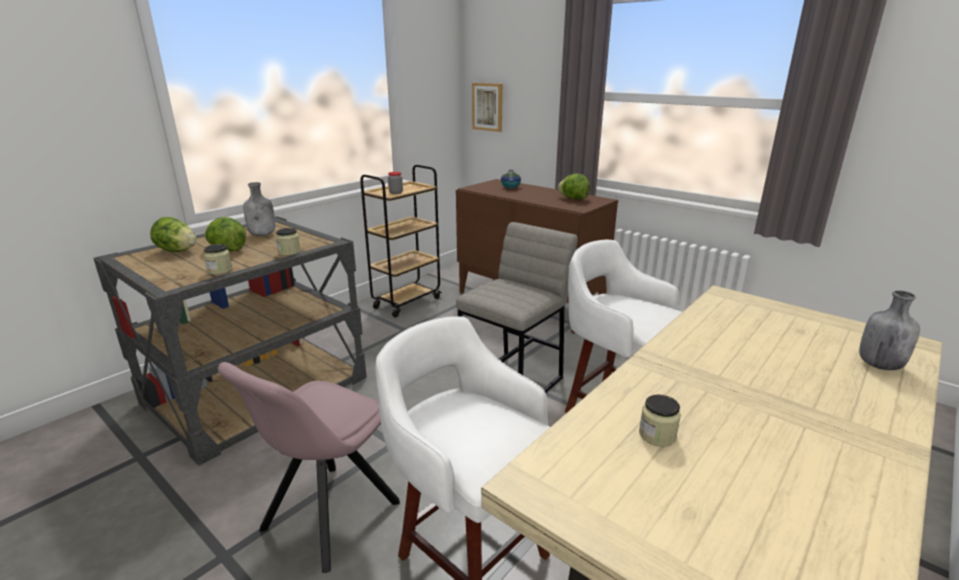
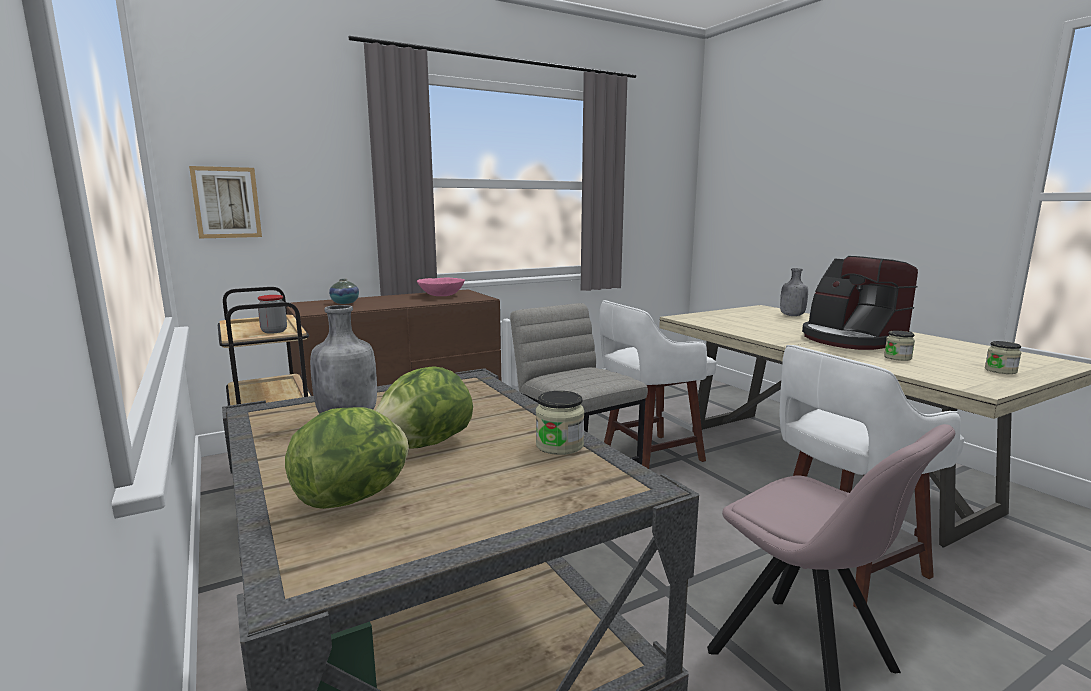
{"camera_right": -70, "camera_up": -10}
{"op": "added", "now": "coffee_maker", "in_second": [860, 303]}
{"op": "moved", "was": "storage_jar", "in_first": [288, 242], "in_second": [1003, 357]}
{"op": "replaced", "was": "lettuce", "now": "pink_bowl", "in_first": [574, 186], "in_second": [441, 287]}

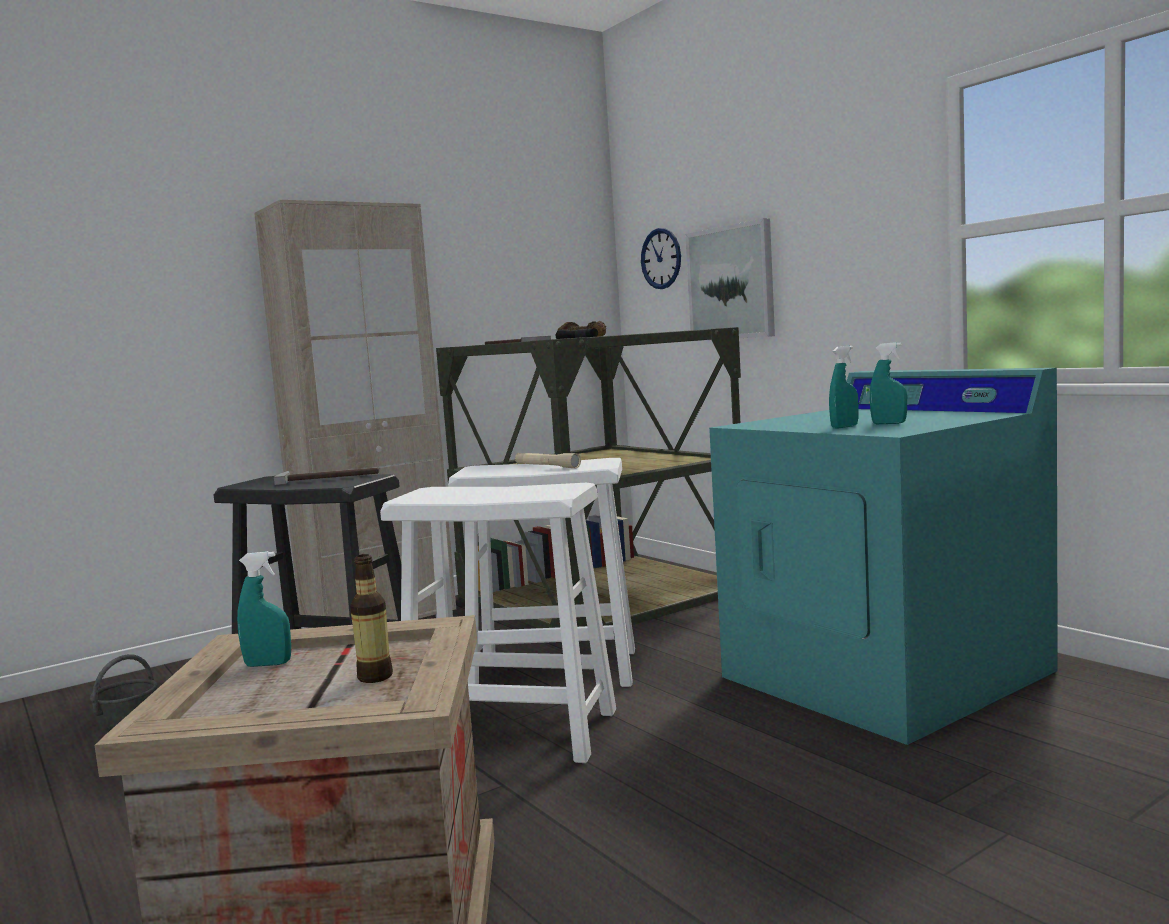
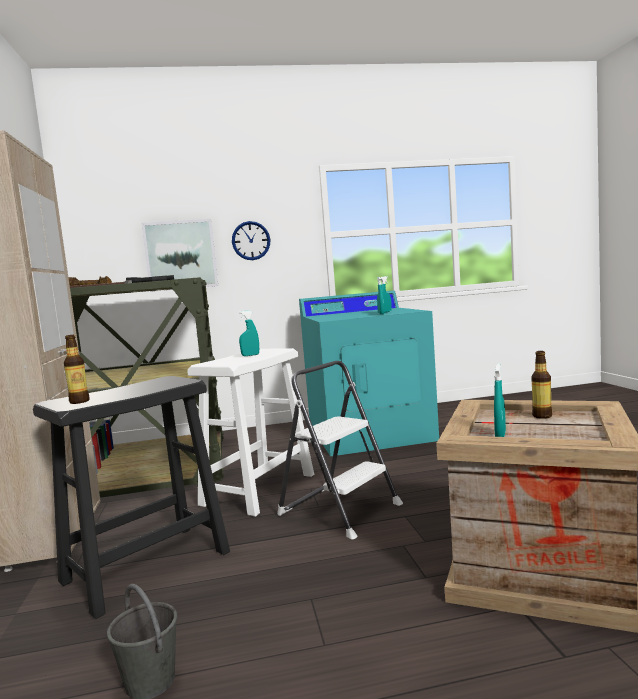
{"camera_right": -65, "camera_up": 0}
{"op": "removed", "was": "tool_hammer", "in_first": [326, 476]}
{"op": "added", "now": "bottle", "in_second": [77, 369]}
{"op": "moved", "was": "hanging_clock", "in_first": [661, 258], "in_second": [251, 240]}
{"op": "replaced", "was": "whitish_sitting_stool", "now": "whitish_stepladder", "in_first": [498, 623], "in_second": [340, 450]}
{"op": "replaced", "was": "beige_flashlight", "now": "turquoise_hand_sprayer", "in_first": [548, 460], "in_second": [249, 333]}

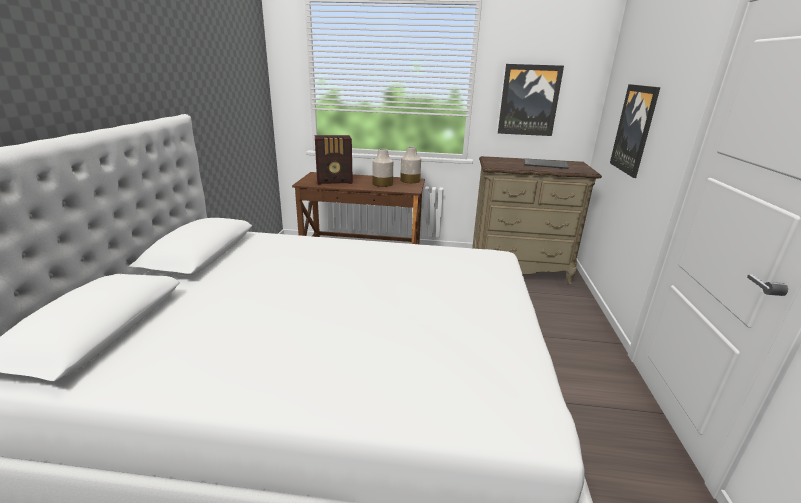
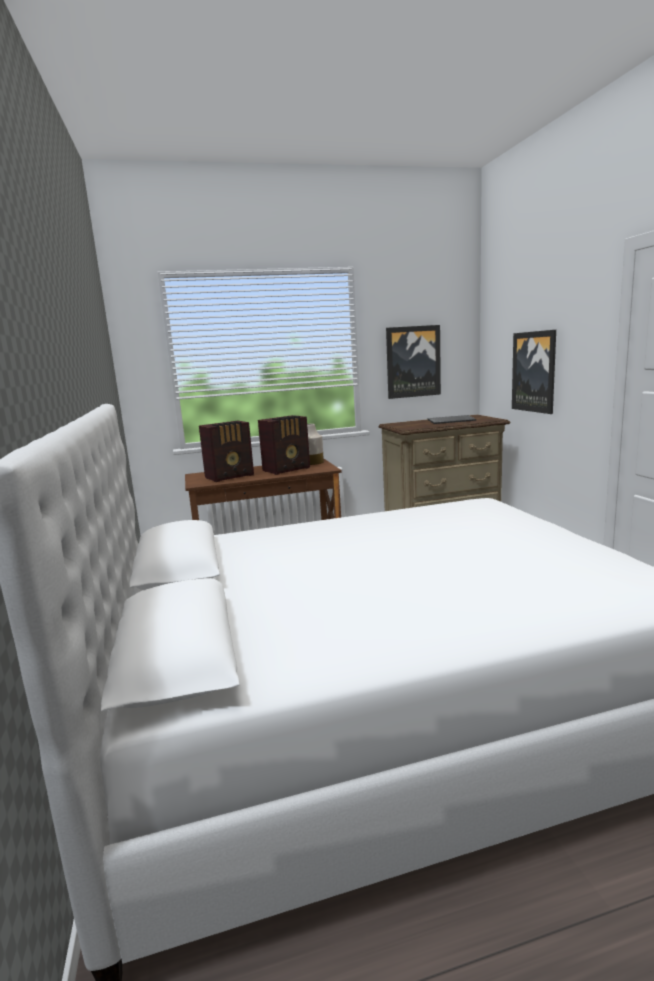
{"camera_right": -20, "camera_up": -10}
{"op": "replaced", "was": "beige_decorative_vase", "now": "radio_set", "in_first": [382, 168], "in_second": [284, 445]}

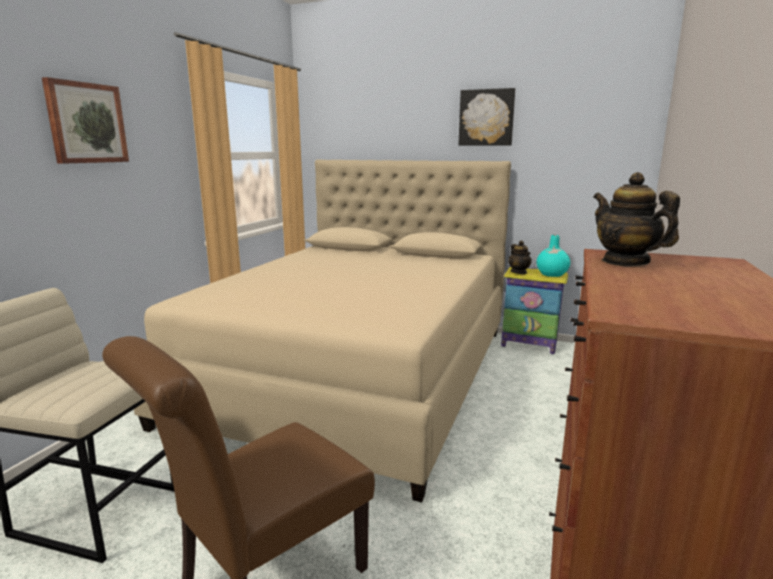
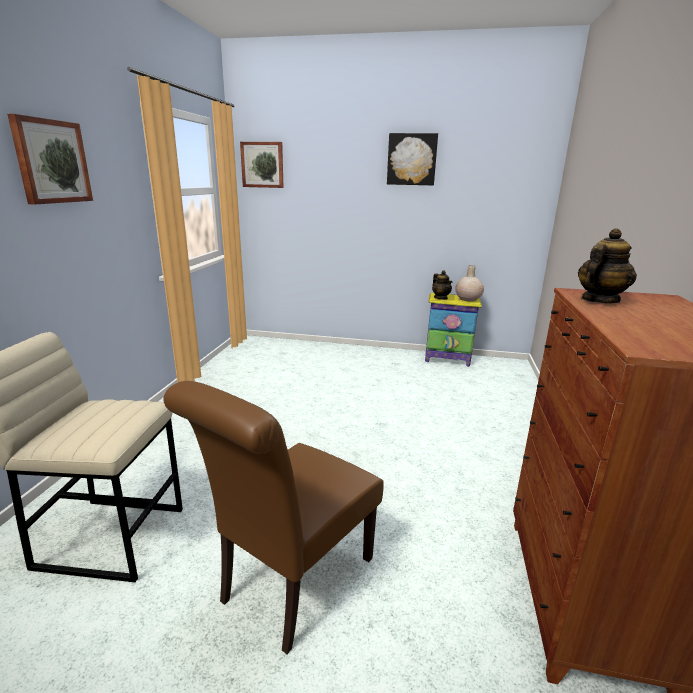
{"camera_right": -10, "camera_up": 5}
{"op": "removed", "was": "beige_bed", "in_first": [322, 330]}
{"op": "added", "now": "picture", "in_second": [262, 165]}
{"op": "recoloured", "was": "turquoise_decorative_vase", "now": "beige_decorative_vase", "in_first": [553, 256], "in_second": [469, 283]}
{"op": "turned", "was": "pot_for_tea", "in_first": [636, 219], "in_second": [607, 266], "clockwise": 90}

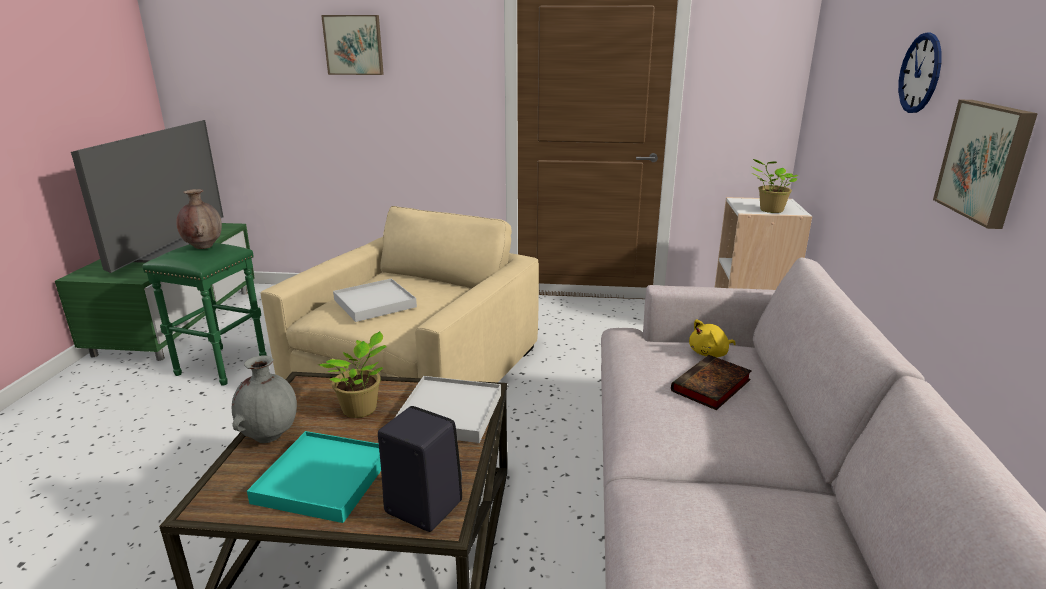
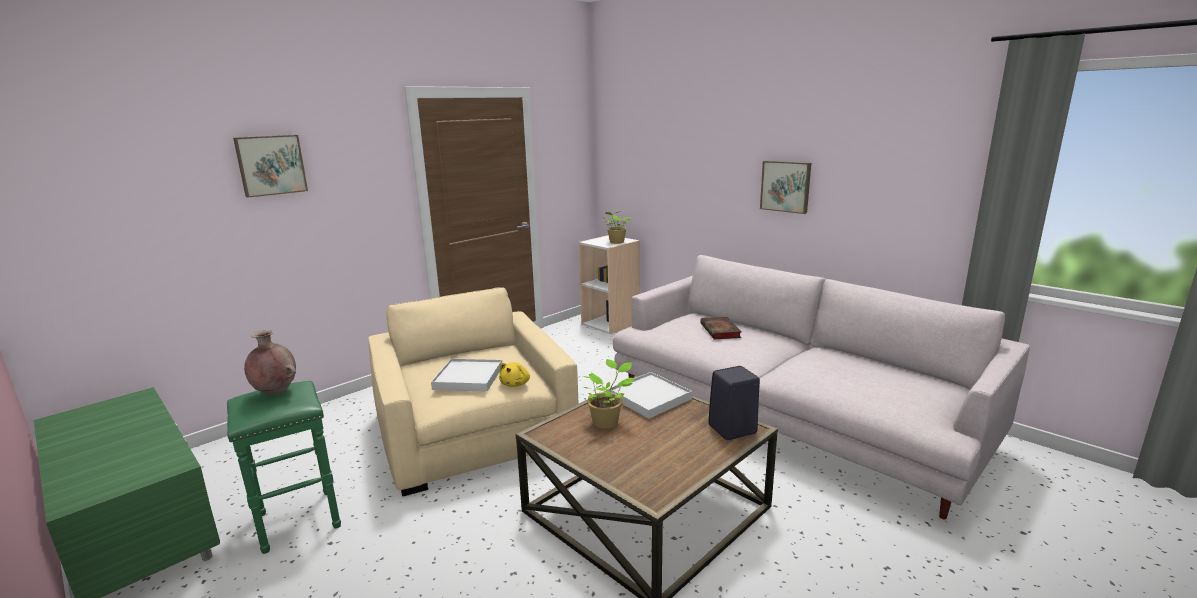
{"camera_right": -50, "camera_up": -5}
{"op": "removed", "was": "TV", "in_first": [147, 196]}
{"op": "removed", "was": "greyish_decorative_vase", "in_first": [264, 399]}
{"op": "removed", "was": "turquoise_tray", "in_first": [314, 477]}
{"op": "removed", "was": "hanging_clock", "in_first": [920, 72]}
{"op": "moved", "was": "yellow_plush_toy", "in_first": [712, 339], "in_second": [514, 374]}

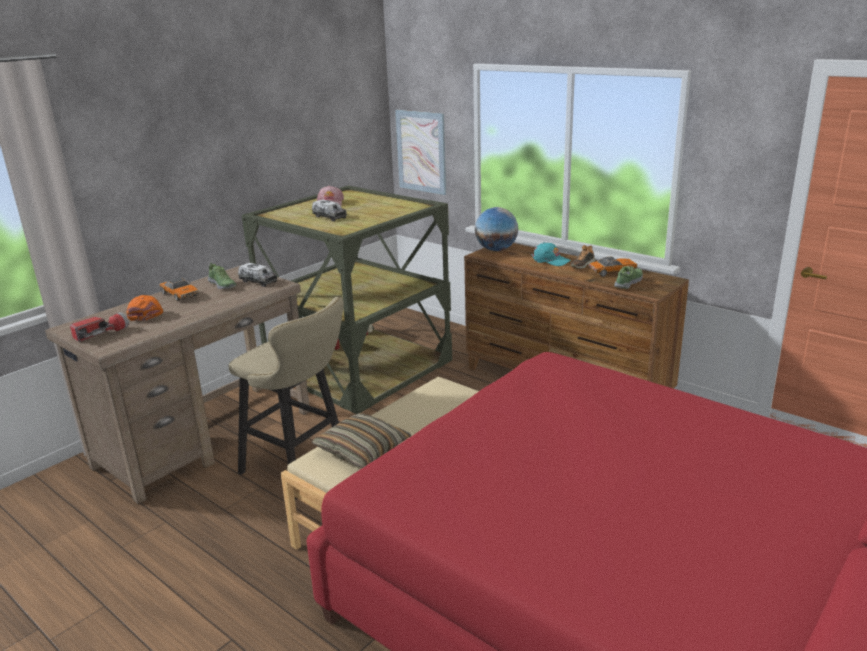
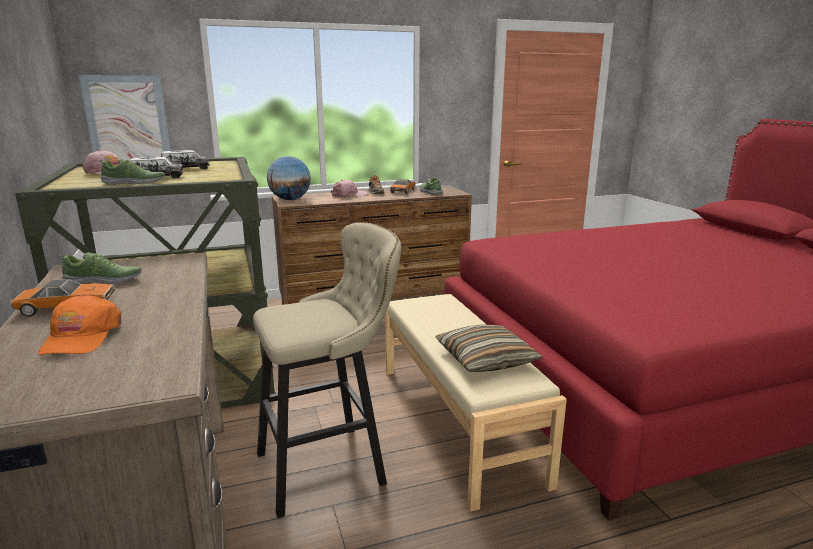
{"camera_right": -60, "camera_up": -5}
{"op": "removed", "was": "flashlight", "in_first": [99, 327]}
{"op": "added", "now": "item_of_footwear", "in_second": [132, 171]}
{"op": "moved", "was": "model_truck", "in_first": [258, 275], "in_second": [185, 159]}
{"op": "recoloured", "was": "turquoise_peaked_cap", "now": "pink_peaked_cap", "in_first": [551, 254], "in_second": [349, 188]}
{"op": "turned", "was": "orangey_peaked_cap", "in_first": [145, 308], "in_second": [79, 324], "clockwise": -105}

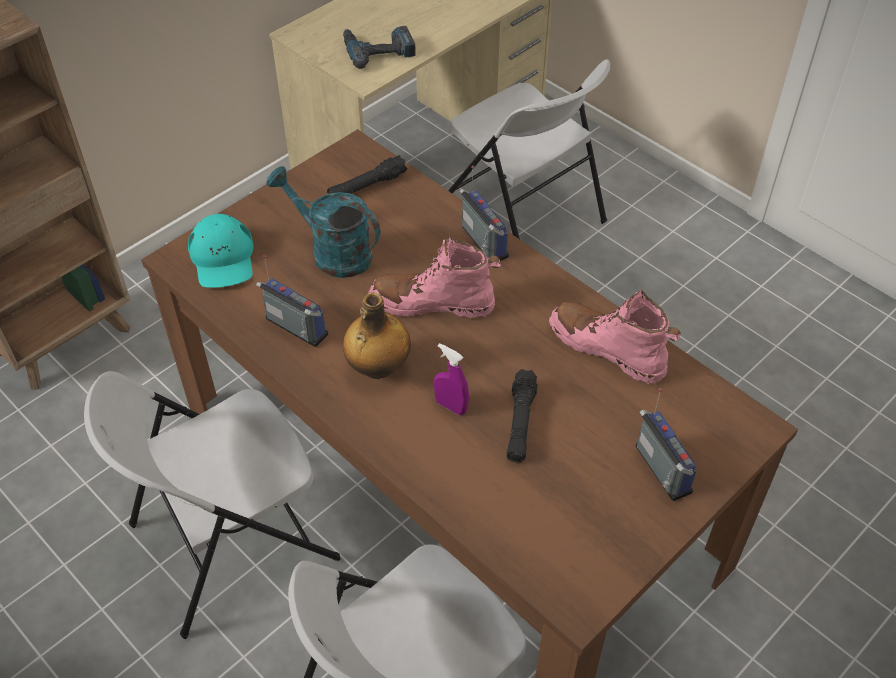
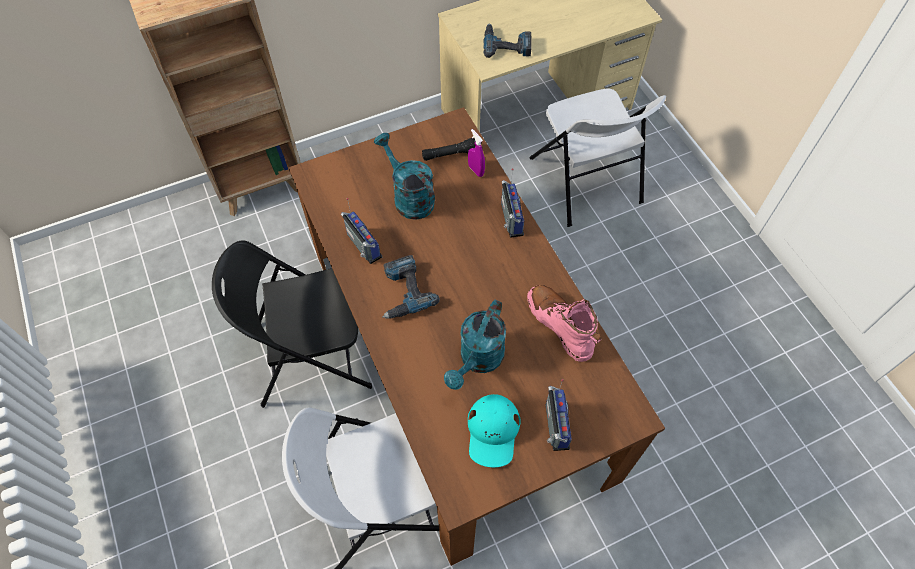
{"camera_right": 20, "camera_up": 10}
{"op": "removed", "was": "pink_high-top_boot", "in_first": [434, 277]}
{"op": "moved", "was": "turquoise_peaked_cap", "in_first": [220, 251], "in_second": [494, 430]}
{"op": "moved", "was": "purplish_hand_sprayer", "in_first": [451, 379], "in_second": [476, 153]}
{"op": "replaced", "was": "bottle", "now": "electric_drill", "in_first": [377, 335], "in_second": [411, 287]}
{"op": "replaced", "was": "blackish_flashlight", "now": "turquoise_sprinkling_can", "in_first": [522, 415], "in_second": [475, 345]}
{"op": "recoloured", "was": "whitish_plain_chair", "now": "blackish_plain_chair", "in_first": [212, 505], "in_second": [292, 324]}

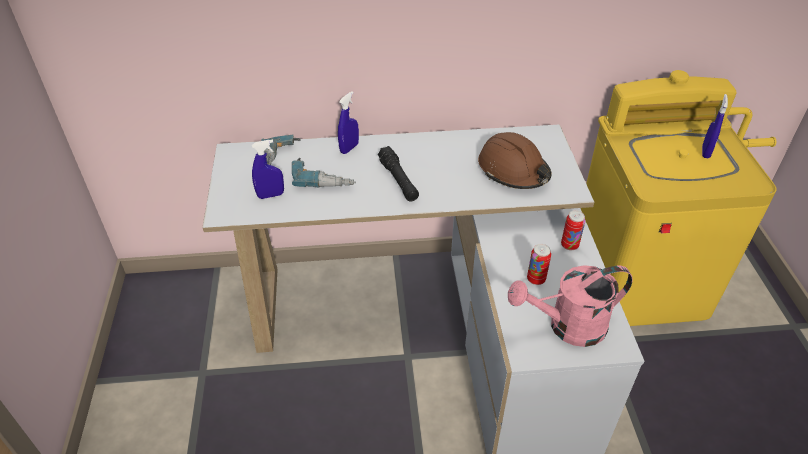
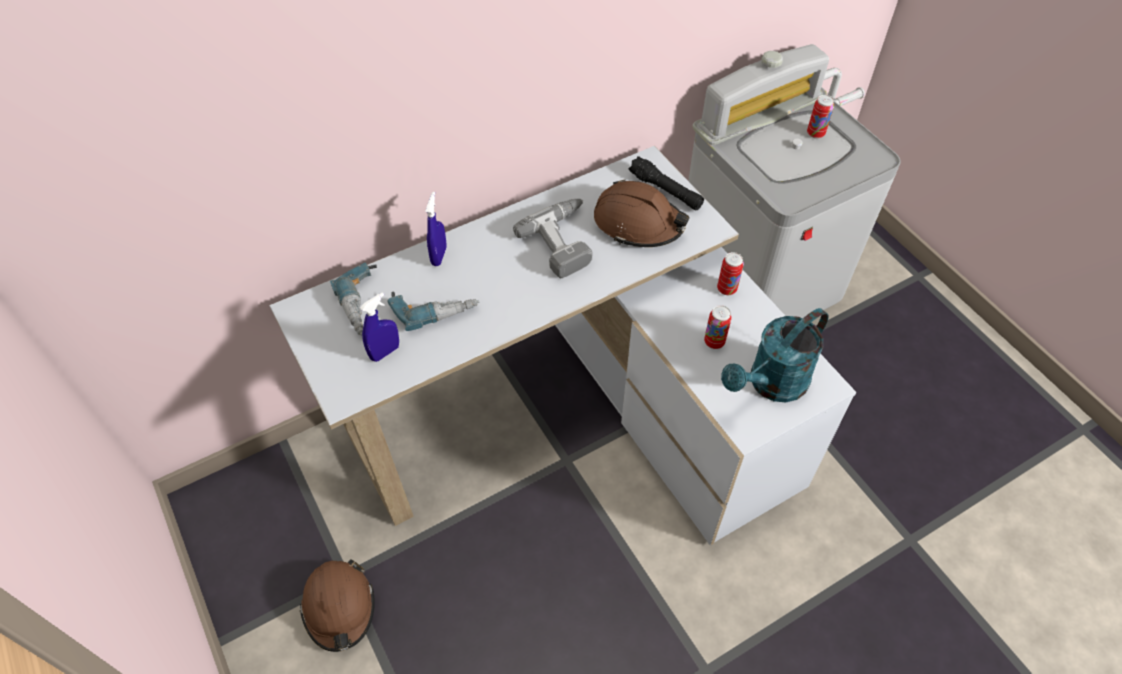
{"camera_right": -25, "camera_up": 10}
{"op": "added", "now": "brown_hard_hat", "in_second": [337, 605]}
{"op": "added", "now": "electric_drill", "in_second": [553, 238]}
{"op": "moved", "was": "blackish_flashlight", "in_first": [398, 173], "in_second": [666, 183]}
{"op": "replaced", "was": "blue_hand_sprayer", "now": "metal_can", "in_first": [715, 126], "in_second": [820, 117]}
{"op": "recoloured", "was": "pink_sprinkling_can", "now": "turquoise_sprinkling_can", "in_first": [570, 306], "in_second": [775, 355]}
{"op": "recoloured", "was": "yellow_laundry_appliance", "now": "greyish_laundry_appliance", "in_first": [678, 198], "in_second": [794, 181]}

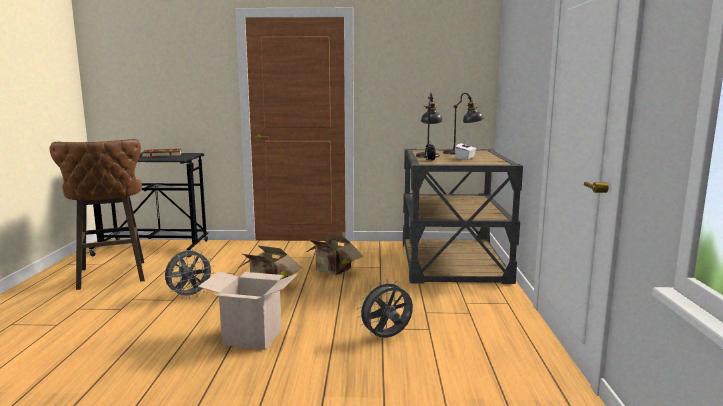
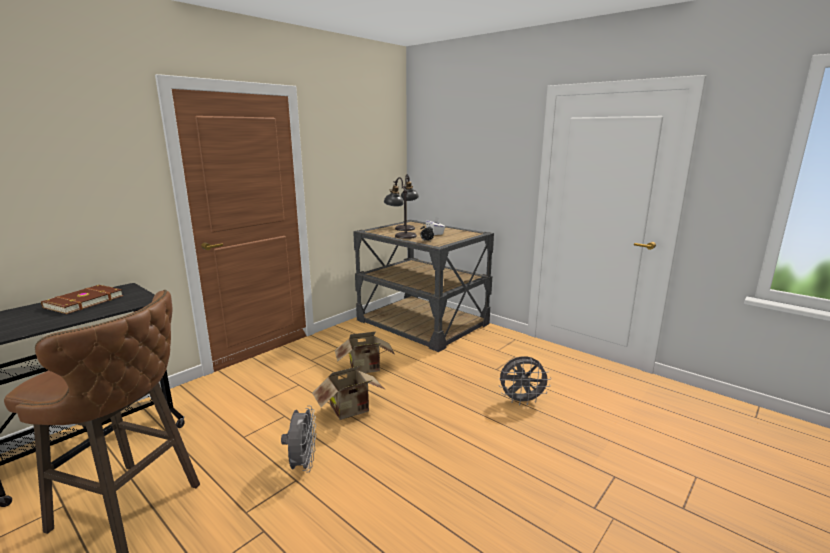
{"camera_right": -50, "camera_up": 5}
{"op": "removed", "was": "packing_box", "in_first": [248, 310]}
{"op": "turned", "was": "greyish_electric_fan", "in_first": [385, 308], "in_second": [525, 380], "clockwise": -105}

